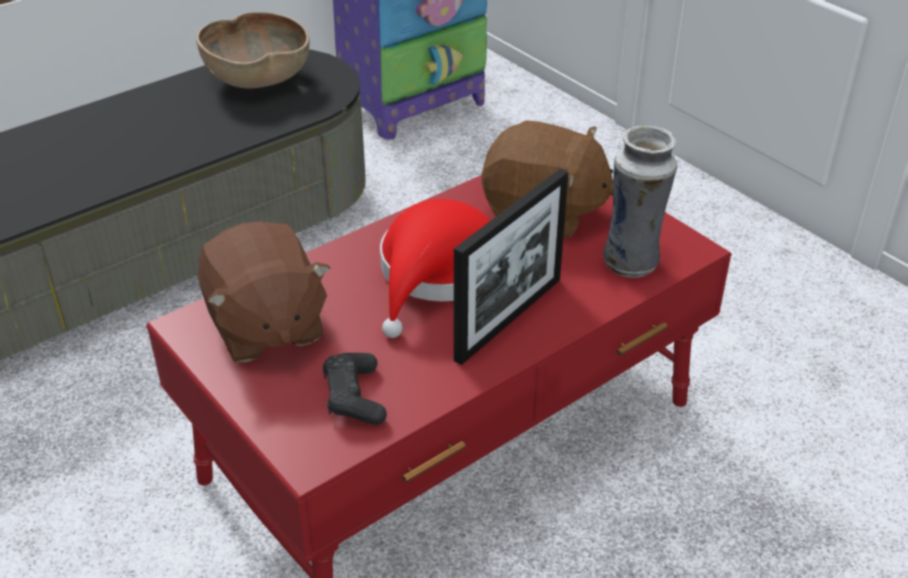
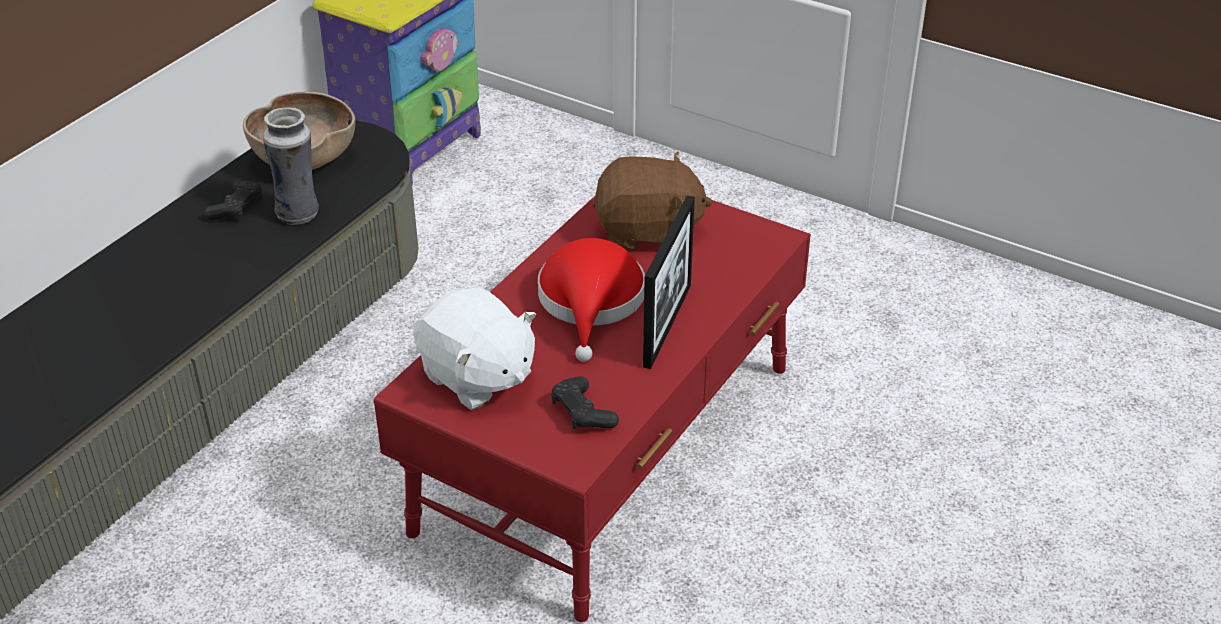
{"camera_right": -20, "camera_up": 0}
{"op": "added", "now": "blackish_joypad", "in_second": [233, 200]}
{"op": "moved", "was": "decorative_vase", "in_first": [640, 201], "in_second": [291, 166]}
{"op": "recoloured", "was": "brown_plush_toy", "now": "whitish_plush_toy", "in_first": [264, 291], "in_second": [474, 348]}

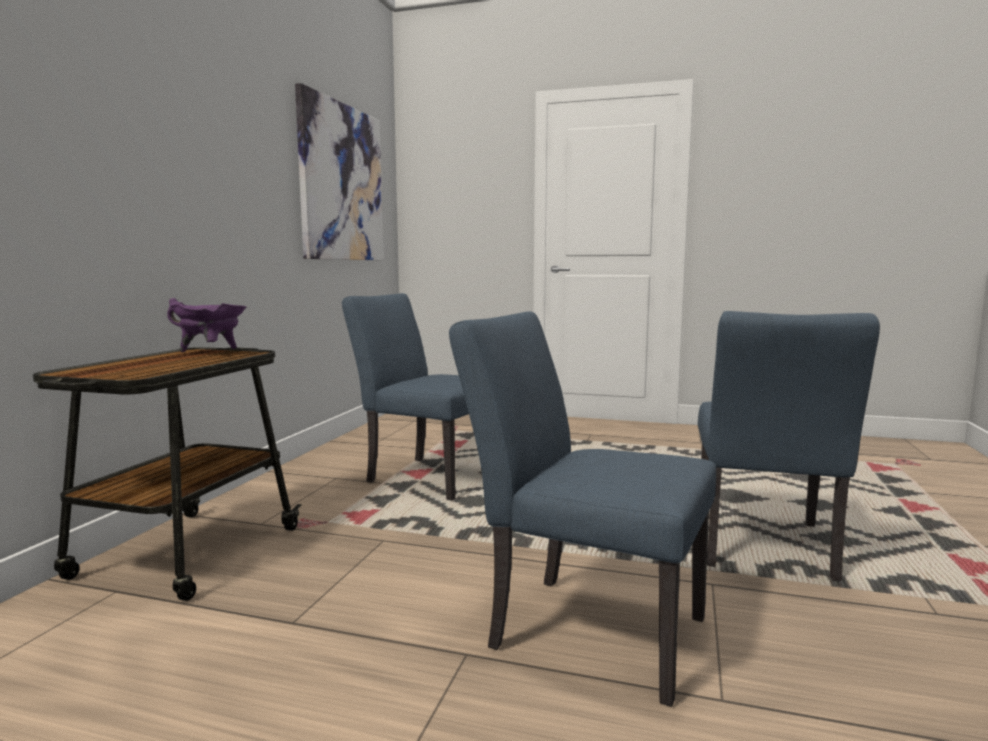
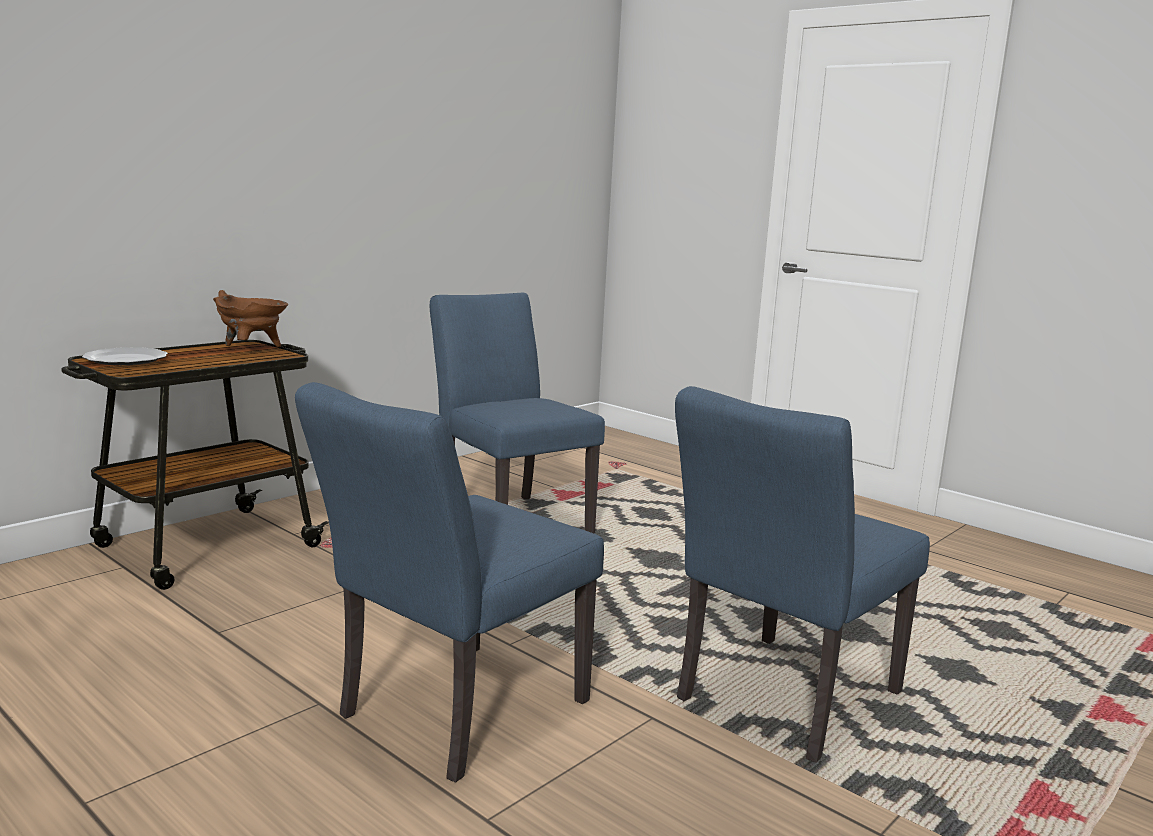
{"camera_right": 25, "camera_up": 5}
{"op": "removed", "was": "picture", "in_first": [339, 171]}
{"op": "added", "now": "plate", "in_second": [125, 356]}
{"op": "recoloured", "was": "purplish_cooking_pot", "now": "brown_cooking_pot", "in_first": [207, 325], "in_second": [250, 318]}
{"op": "turned", "was": "blue_plain_chair", "in_first": [582, 509], "in_second": [449, 582], "clockwise": -105}

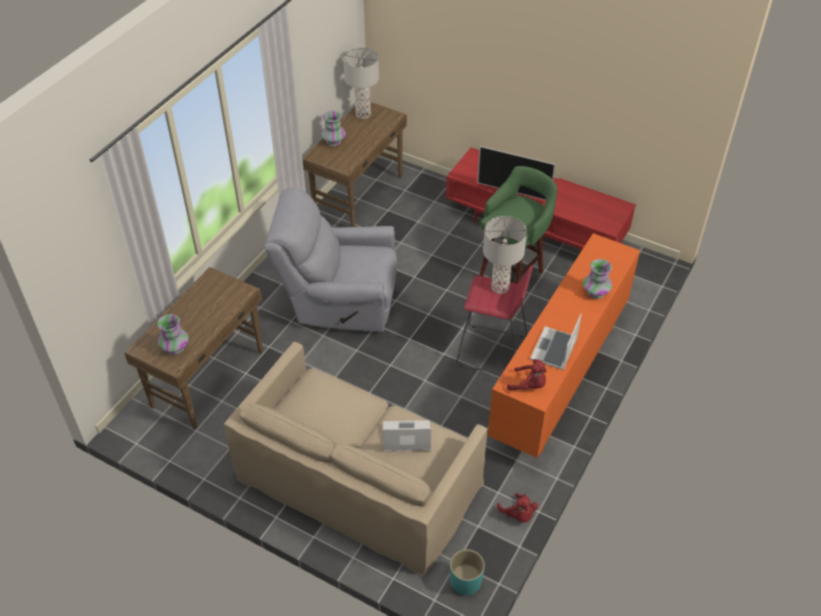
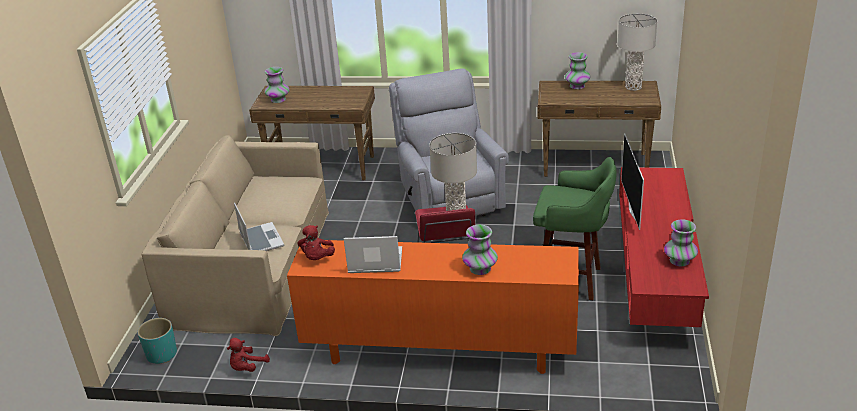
{"camera_right": 70, "camera_up": -15}
{"op": "added", "now": "decorative_vase", "in_second": [681, 242]}

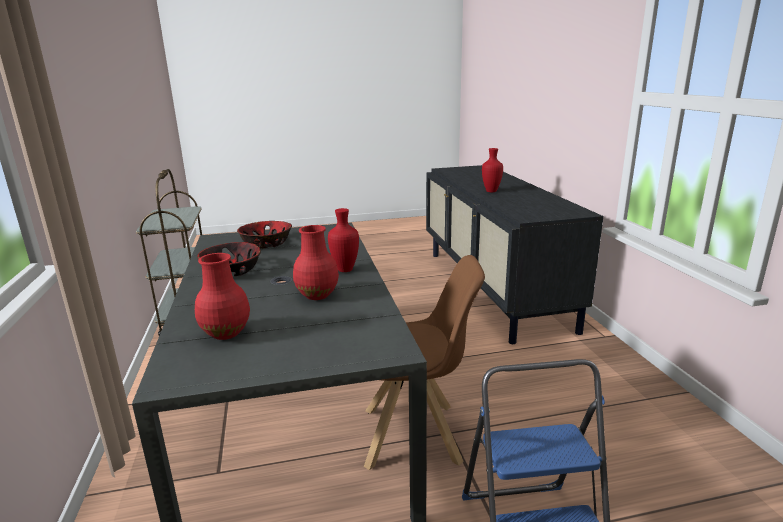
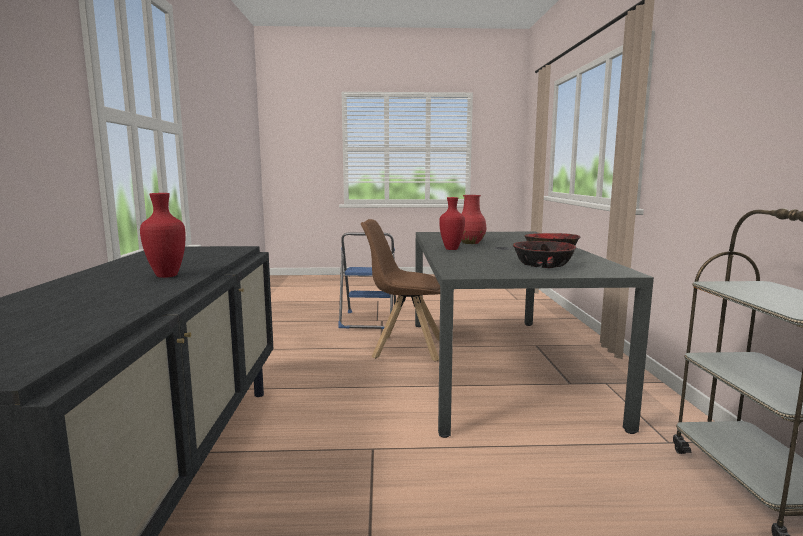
{"camera_right": -170, "camera_up": -10}
{"op": "removed", "was": "reddish_decorative_vase", "in_first": [222, 296]}

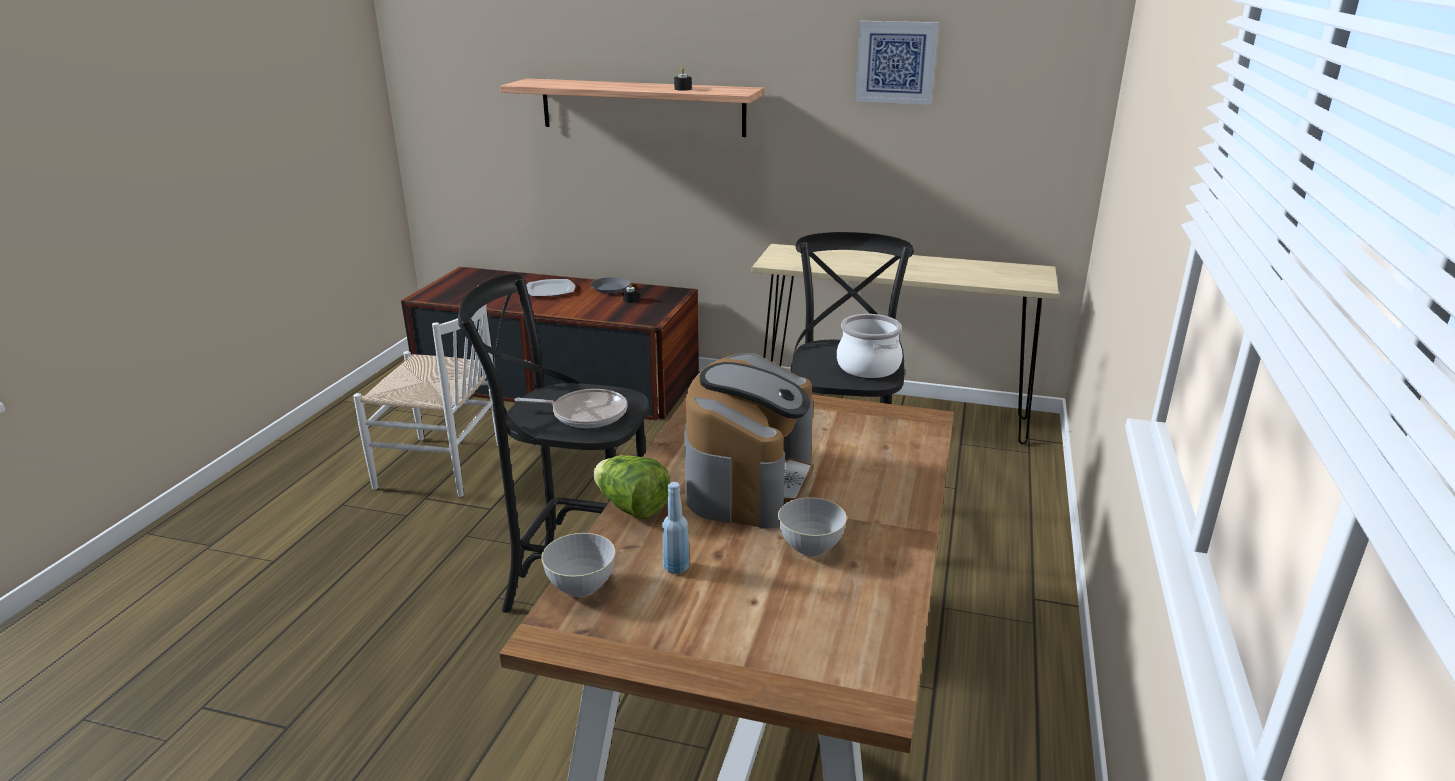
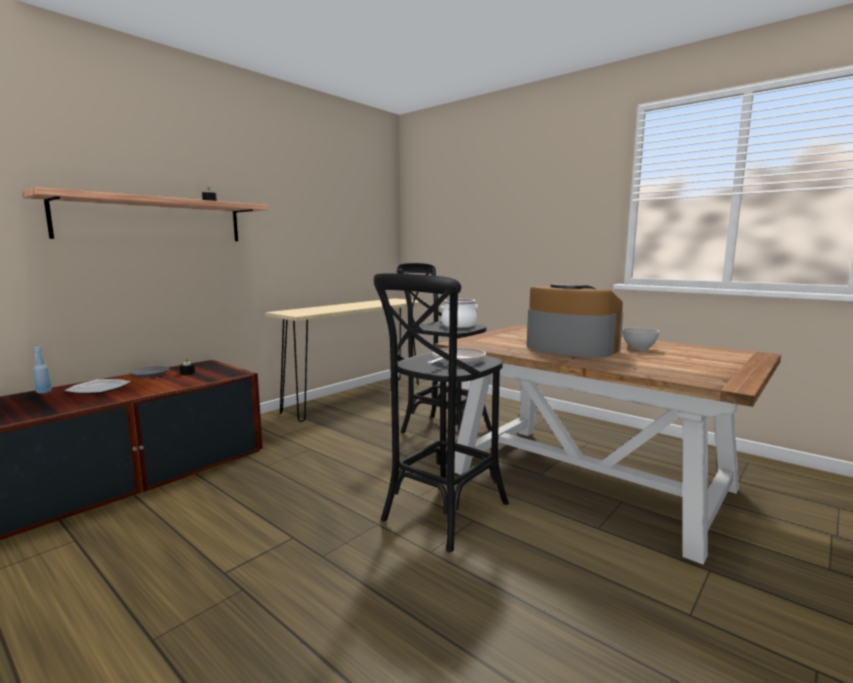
{"camera_right": -65, "camera_up": -15}
{"op": "removed", "was": "whitish_plain_chair", "in_first": [425, 391]}
{"op": "removed", "was": "greyish_bowl", "in_first": [578, 565]}
{"op": "removed", "was": "lettuce", "in_first": [631, 487]}
{"op": "removed", "was": "picture", "in_first": [897, 63]}
{"op": "moved", "was": "blue_bottle", "in_first": [675, 528], "in_second": [42, 370]}

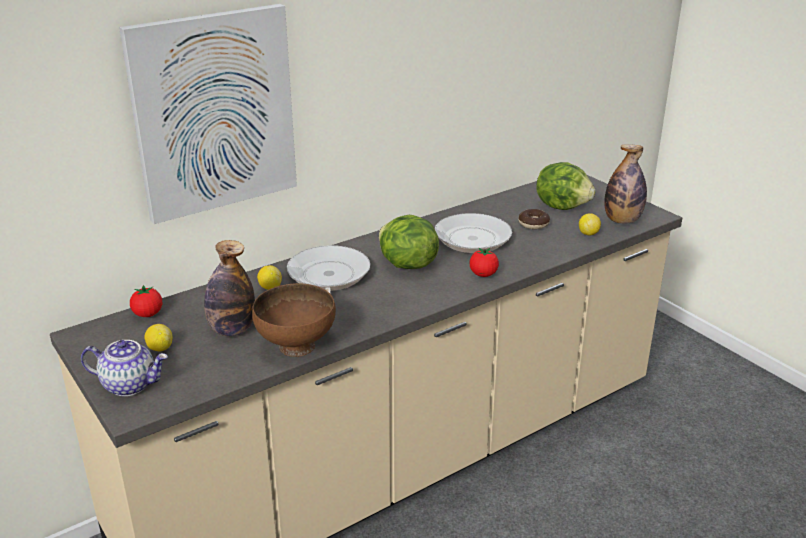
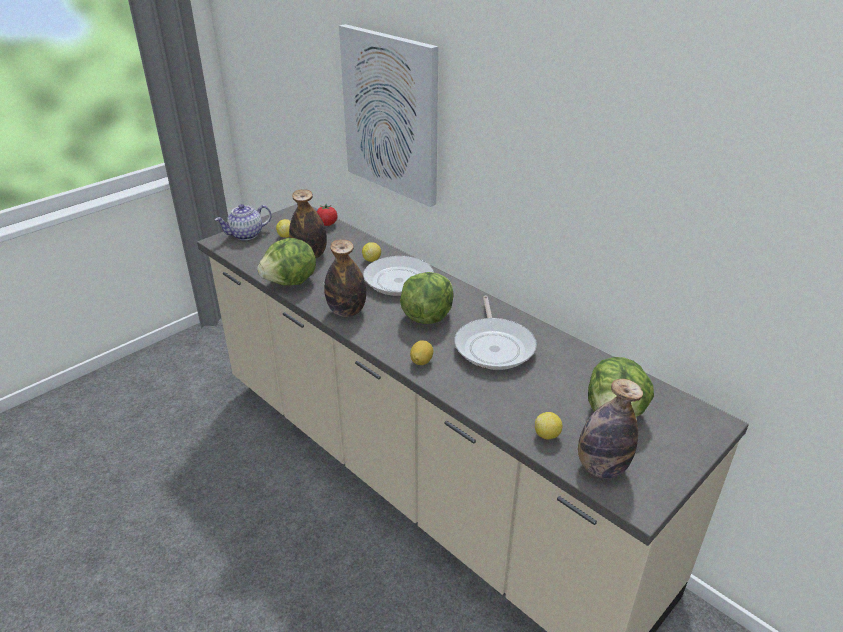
{"camera_right": 80, "camera_up": 5}
{"op": "removed", "was": "ring_doughnut", "in_first": [534, 219]}
{"op": "added", "now": "bottle", "in_second": [345, 278]}
{"op": "replaced", "was": "brown_bowl", "now": "lettuce", "in_first": [294, 320], "in_second": [286, 261]}
{"op": "replaced", "was": "fresh_tomato", "now": "whole_lemon", "in_first": [484, 262], "in_second": [421, 352]}
{"op": "turned", "was": "pot_for_tea", "in_first": [124, 368], "in_second": [243, 222], "clockwise": 60}

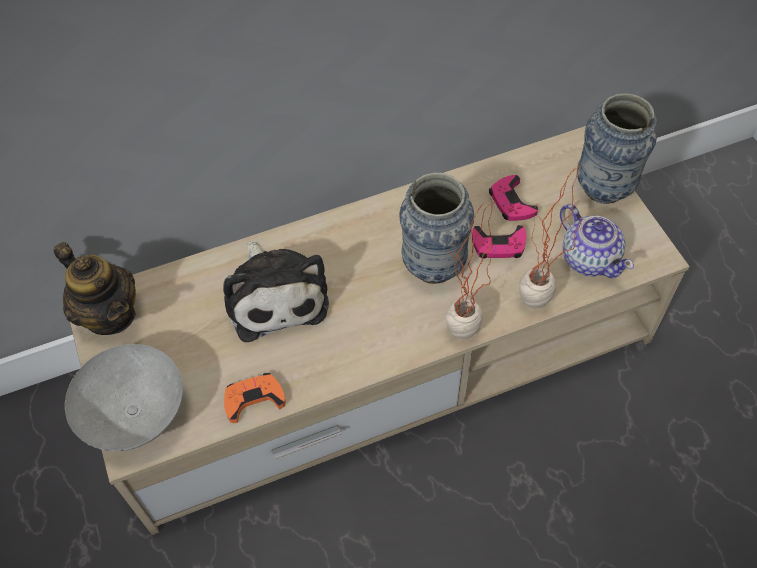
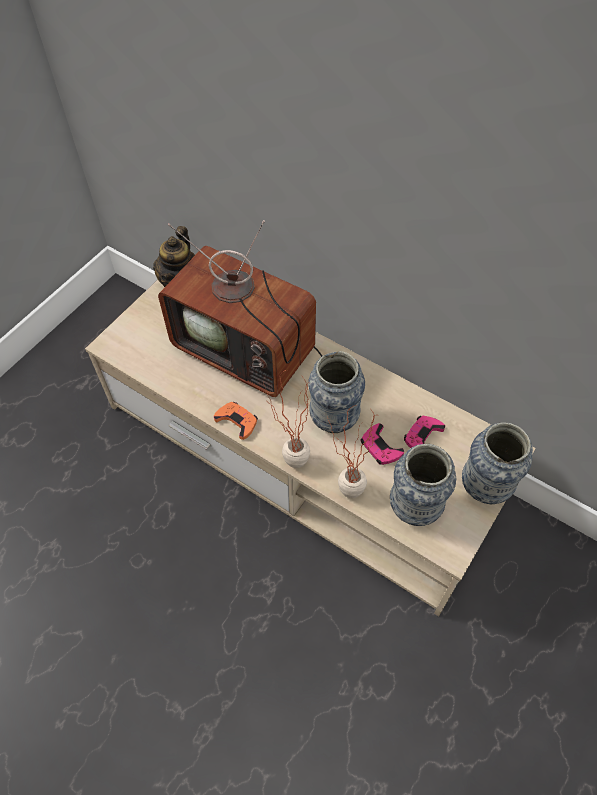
{"camera_right": 55, "camera_up": 0}
{"op": "removed", "was": "greyish_bowl", "in_first": [124, 397]}
{"op": "moved", "was": "orangey_joypad", "in_first": [255, 398], "in_second": [236, 421]}
{"op": "replaced", "was": "plush_toy", "now": "TV", "in_first": [276, 292], "in_second": [240, 308]}
{"op": "replaced", "was": "pot_for_tea", "now": "decorative_vase", "in_first": [597, 241], "in_second": [423, 485]}

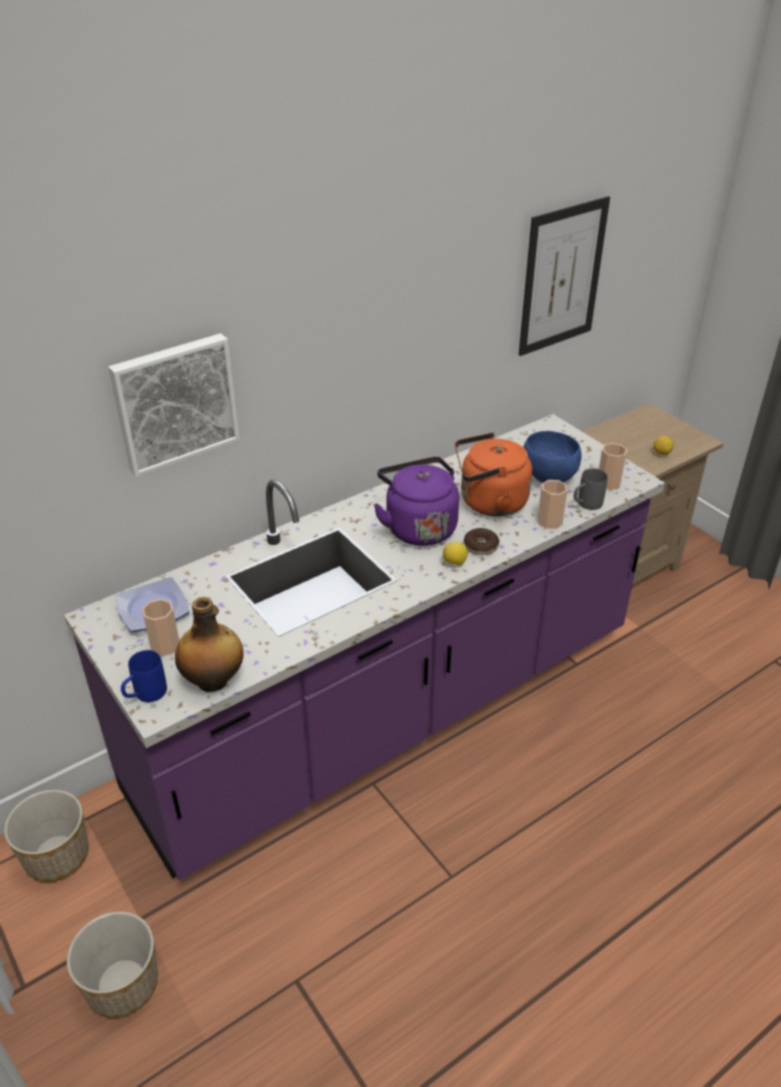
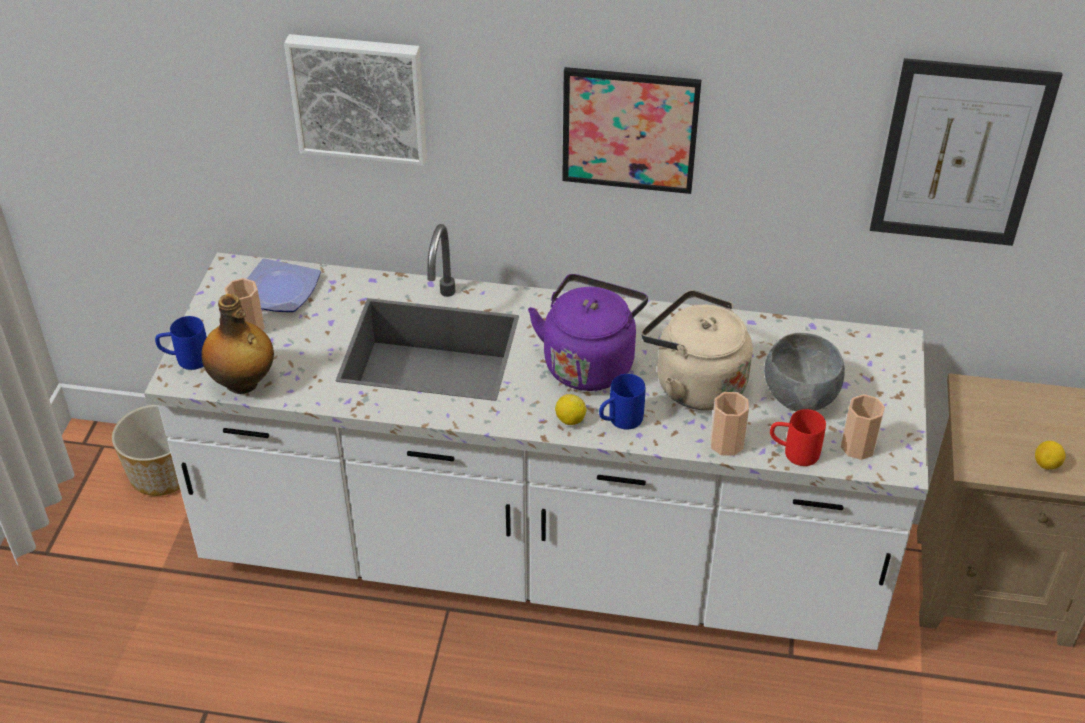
{"camera_right": 45, "camera_up": 5}
{"op": "removed", "was": "flower_pot", "in_first": [112, 965]}
{"op": "added", "now": "picture", "in_second": [631, 130]}
{"op": "replaced", "was": "ring_doughnut", "now": "blue_mug", "in_first": [481, 541], "in_second": [622, 402]}
{"op": "recoloured", "was": "purplish_kitchen_counter", "now": "whitish_kitchen_counter", "in_first": [364, 647], "in_second": [536, 437]}
{"op": "recoloured", "was": "orangey_tea_kettle", "now": "beige_tea_kettle", "in_first": [493, 474], "in_second": [697, 350]}
{"op": "recoloured", "was": "blue_bowl", "now": "greyish_bowl", "in_first": [552, 457], "in_second": [804, 372]}
{"op": "recoloured", "was": "greyish_mug", "now": "reddish_mug", "in_first": [591, 489], "in_second": [798, 437]}

